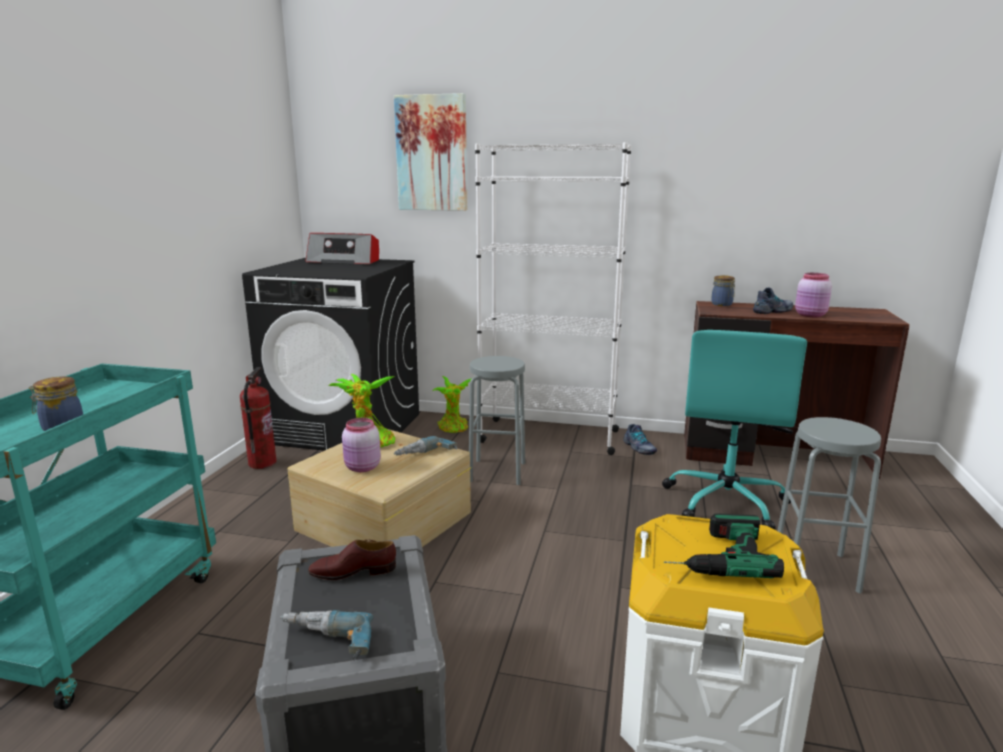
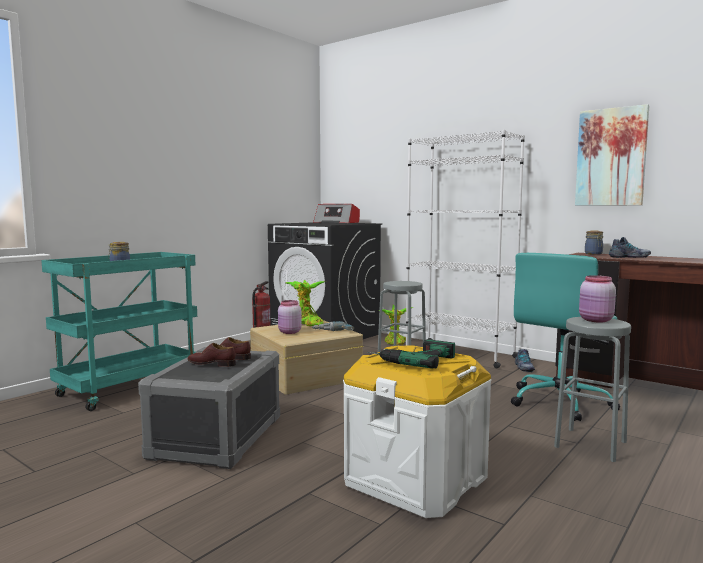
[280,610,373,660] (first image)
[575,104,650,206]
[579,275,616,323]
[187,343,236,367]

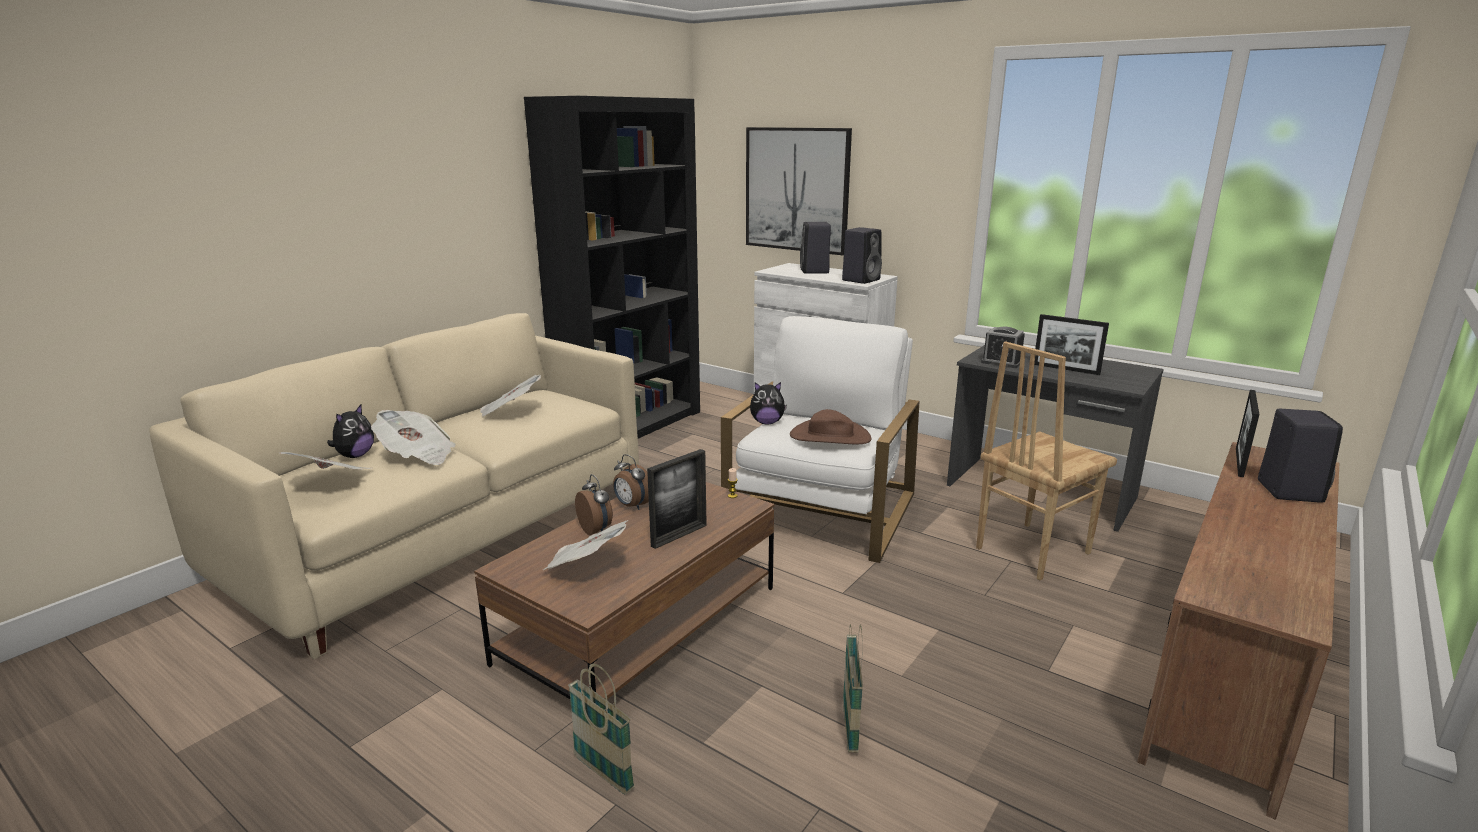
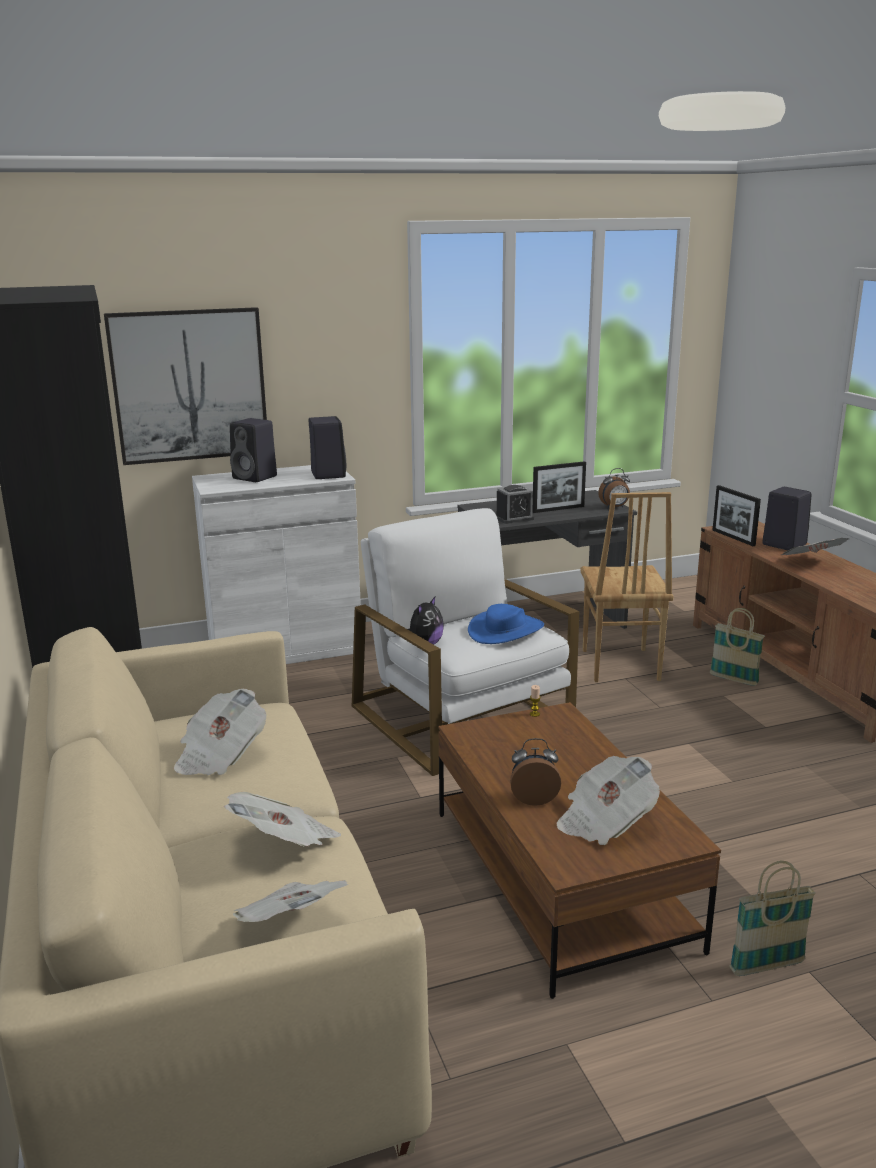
[327,405,374,458] (first image)
[598,468,630,508]
[647,449,707,549] (first image)
[468,604,544,644]
[710,608,765,686]
[781,538,849,555]

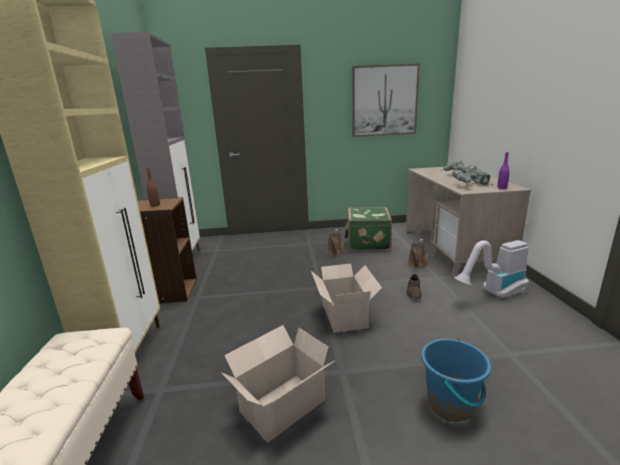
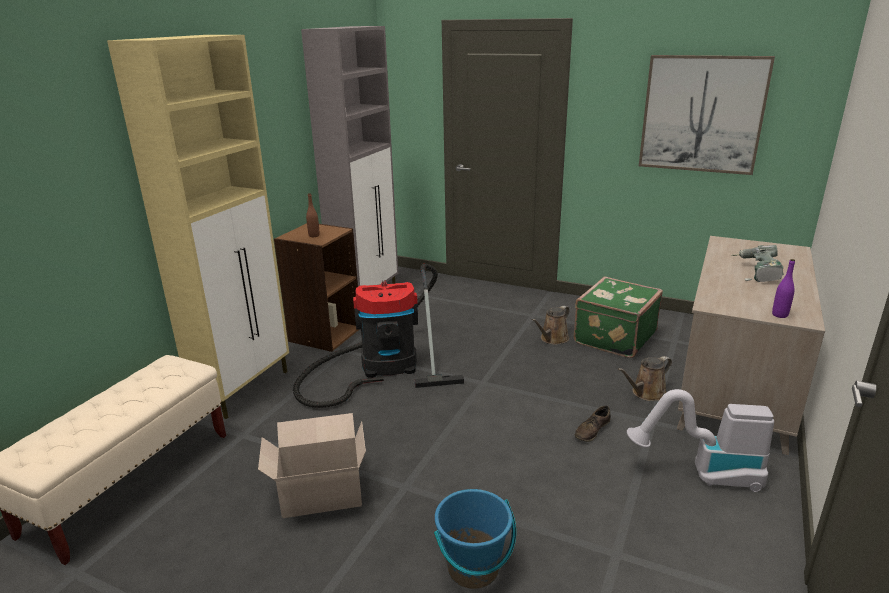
[311,264,382,333] (first image)
[452,169,493,185] (first image)
[293,264,464,408]

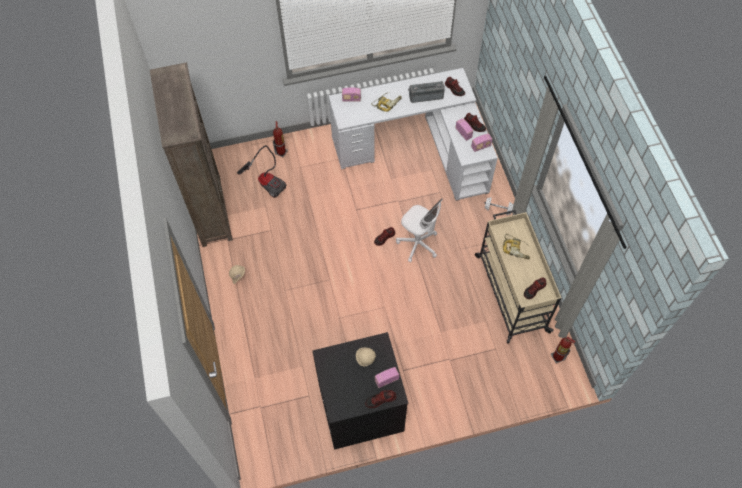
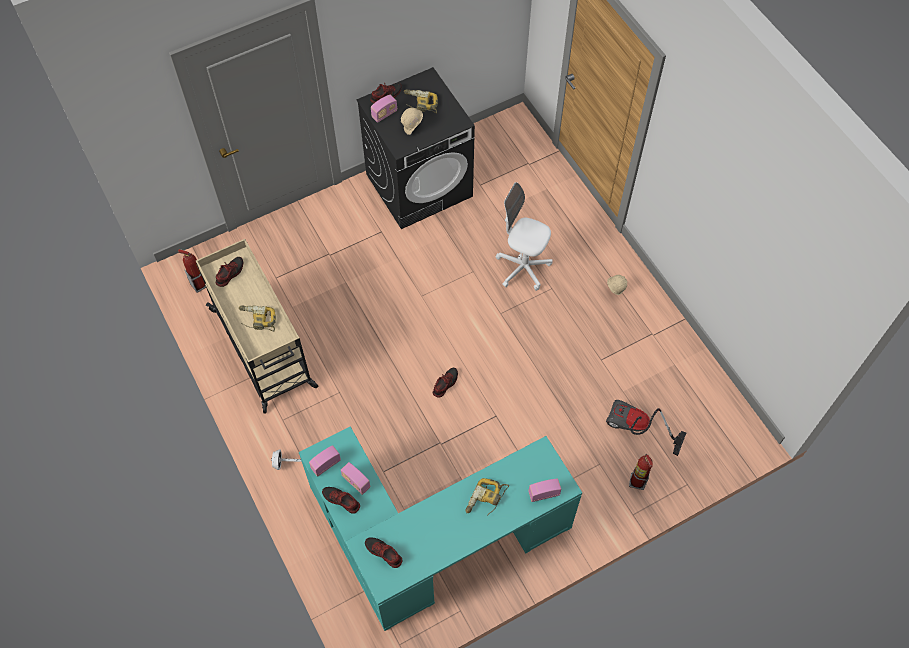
[150,63,233,247] (first image)
[299,426,583,631]
[496,182,553,291]
[408,81,445,103] (first image)
[404,89,438,113]

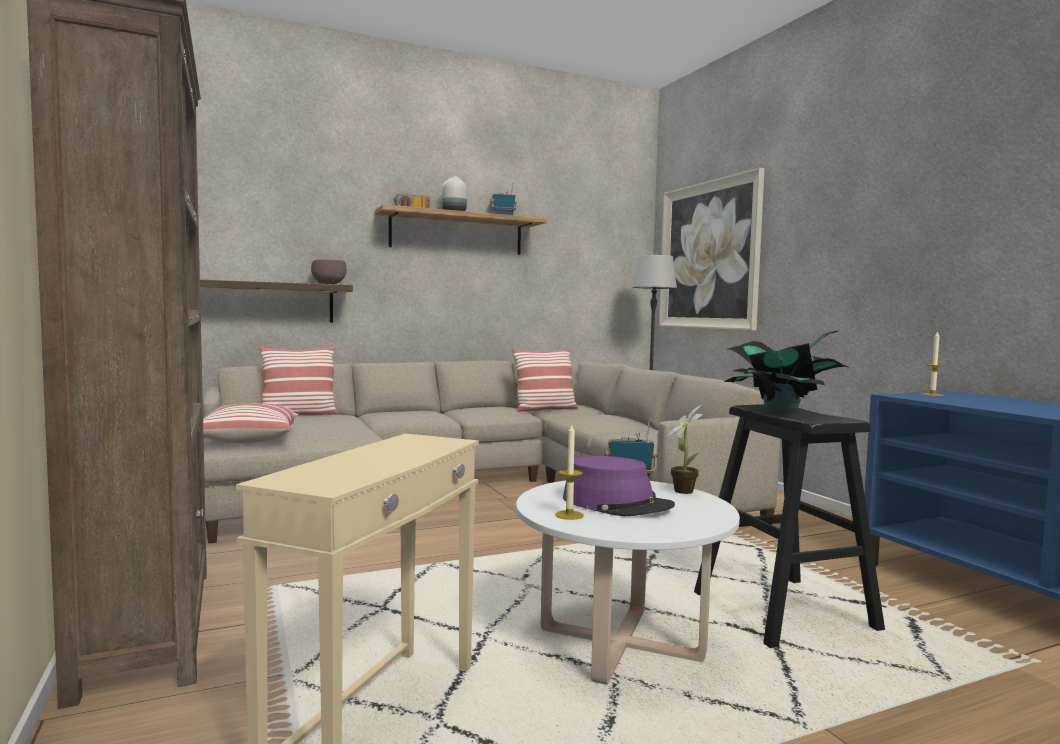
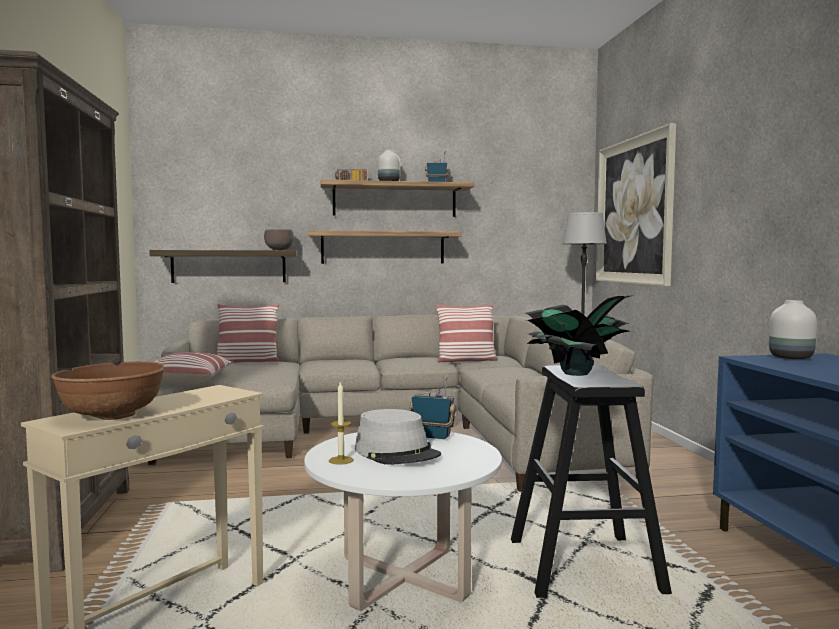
[355,409,441,465]
[666,405,703,494] (first image)
[769,300,817,359]
[51,361,164,420]
[308,231,462,264]

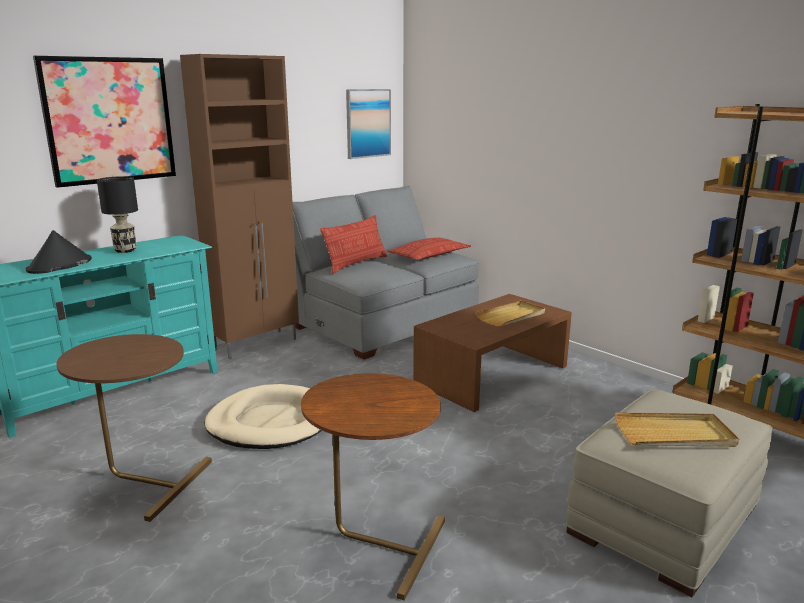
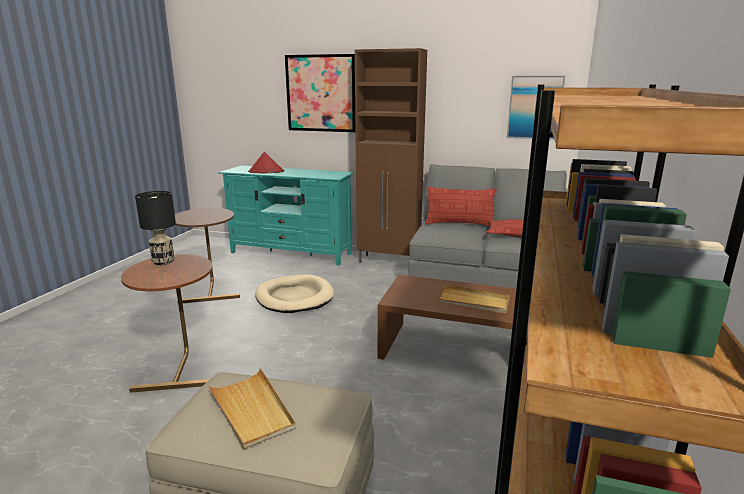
[248,152,284,173]
[135,191,176,265]

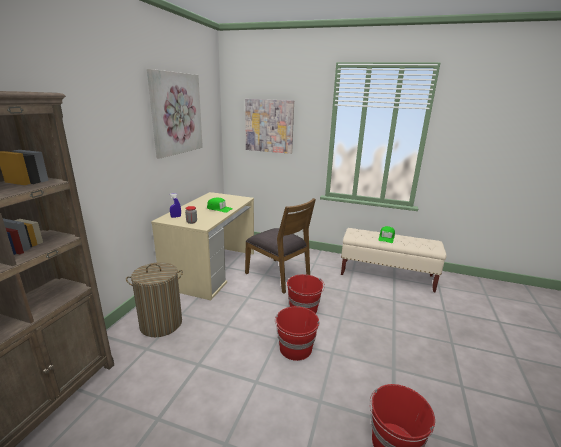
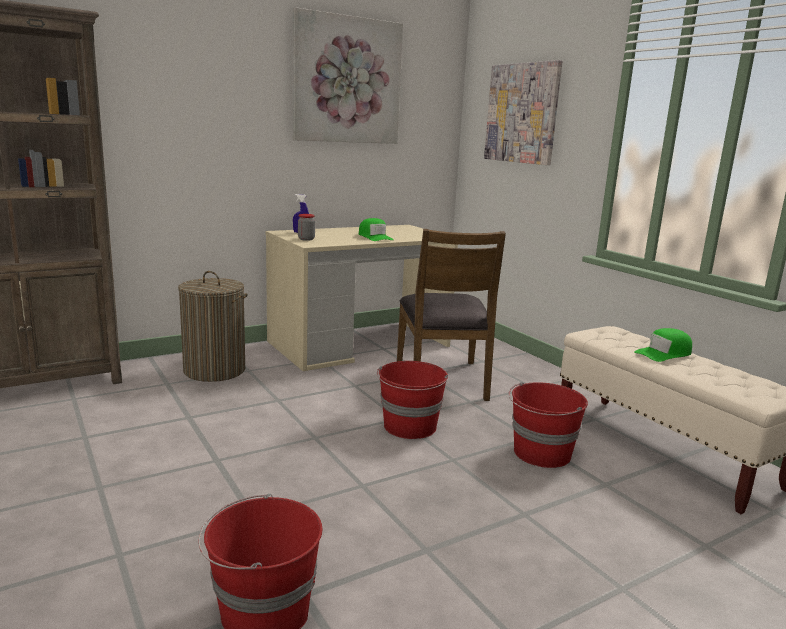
[509,382,588,468]

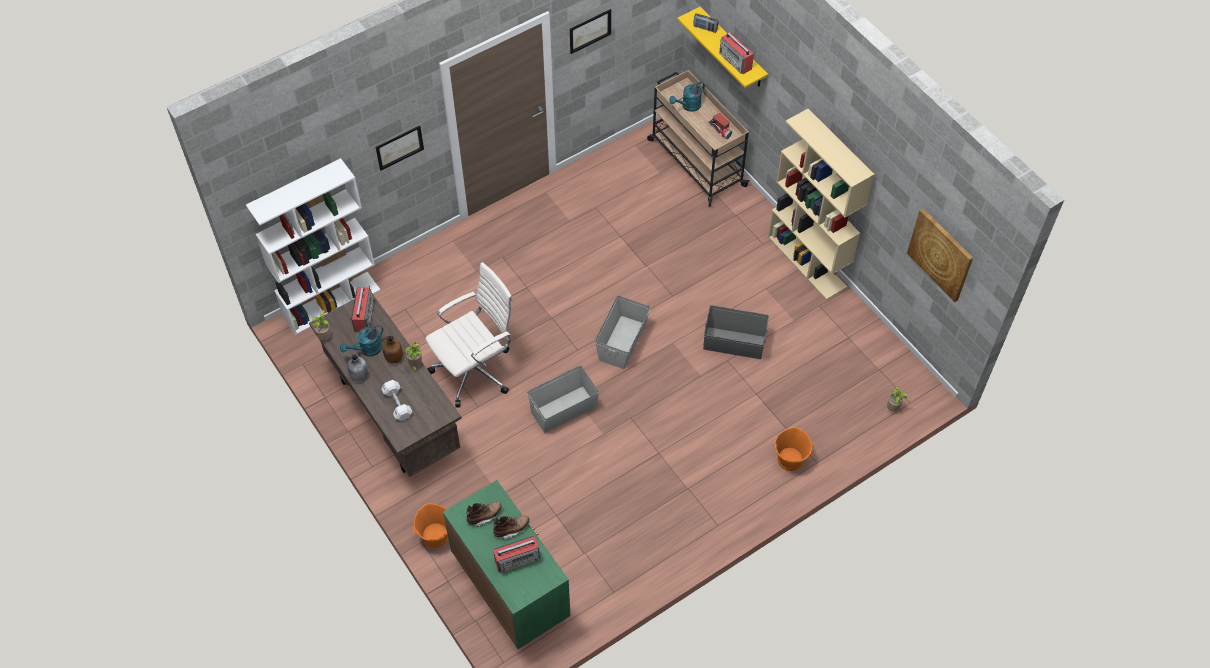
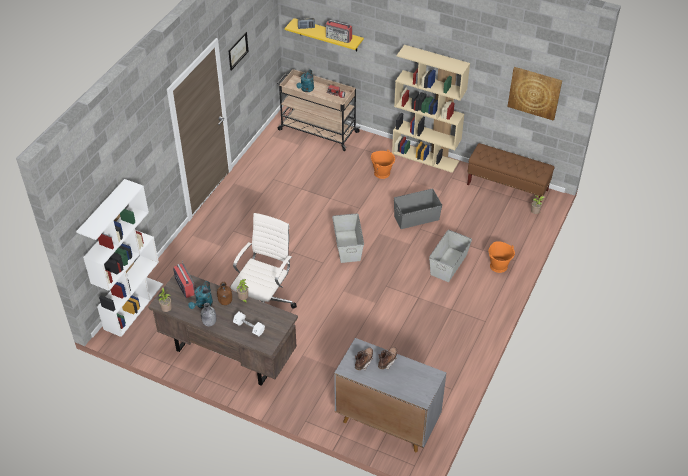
[376,125,424,171] (first image)
[371,150,395,179]
[334,338,446,452]
[493,536,540,573] (first image)
[429,230,472,282]
[467,143,554,202]

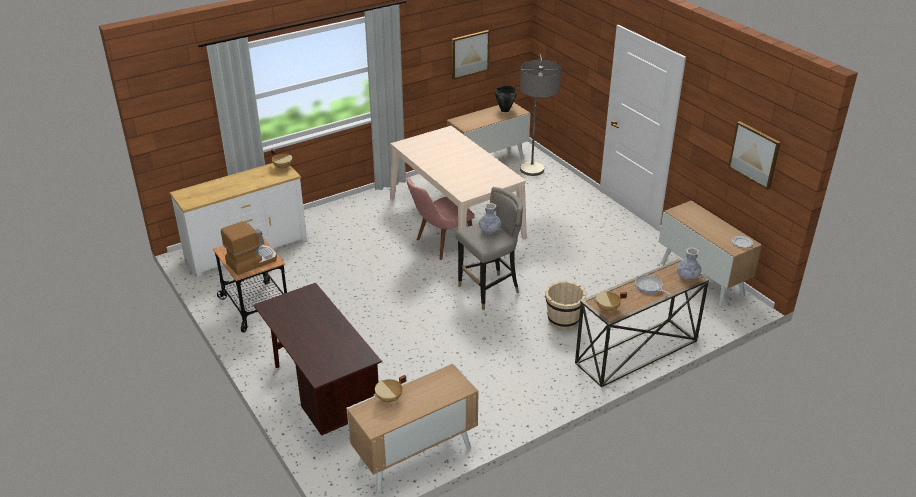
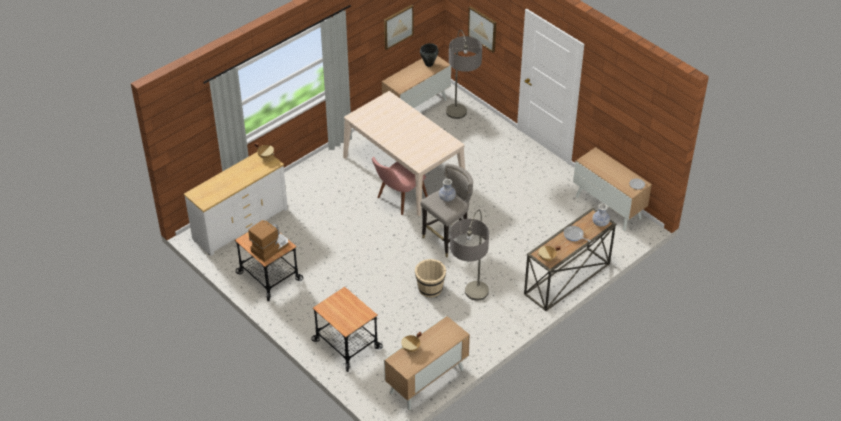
[311,287,383,372]
[415,259,446,298]
[468,6,496,52]
[450,210,489,300]

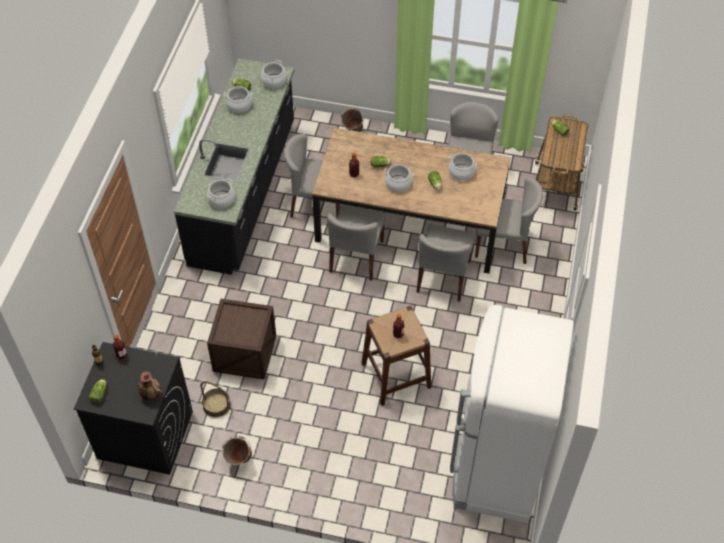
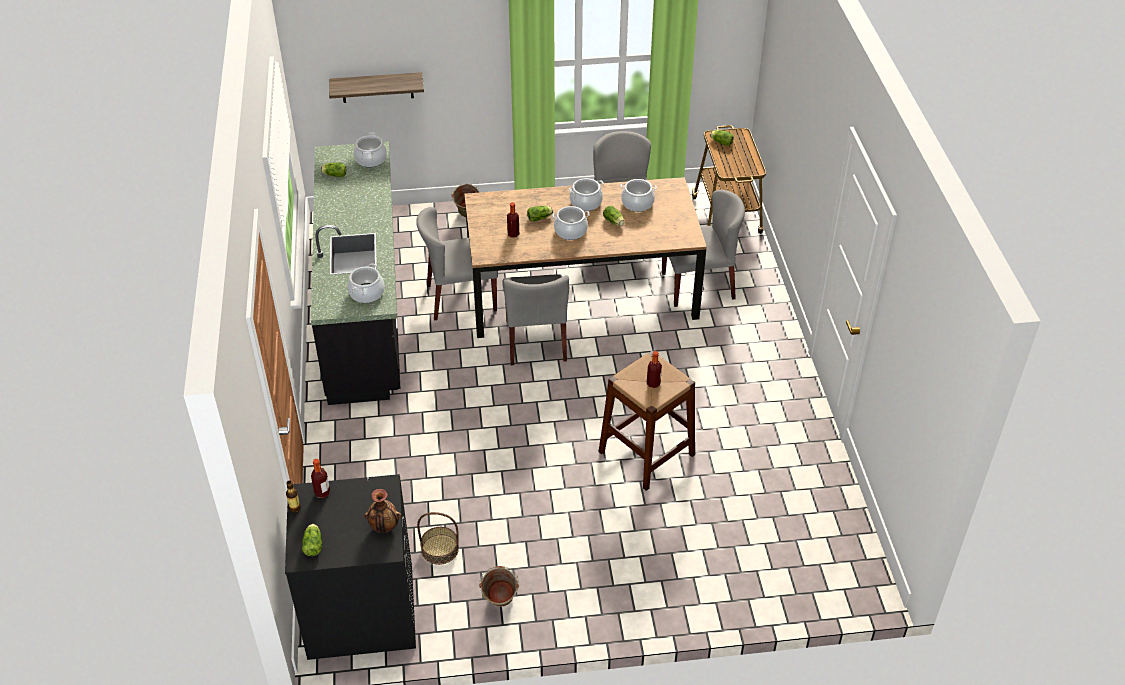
[207,299,276,380] (first image)
[569,178,604,211]
[416,224,476,302] (first image)
[450,305,574,523] (first image)
[329,72,424,103]

